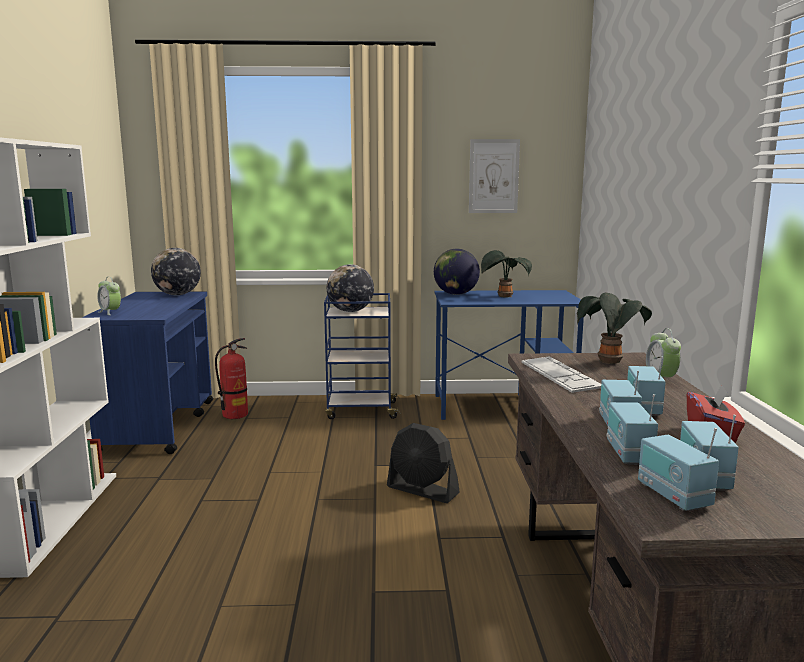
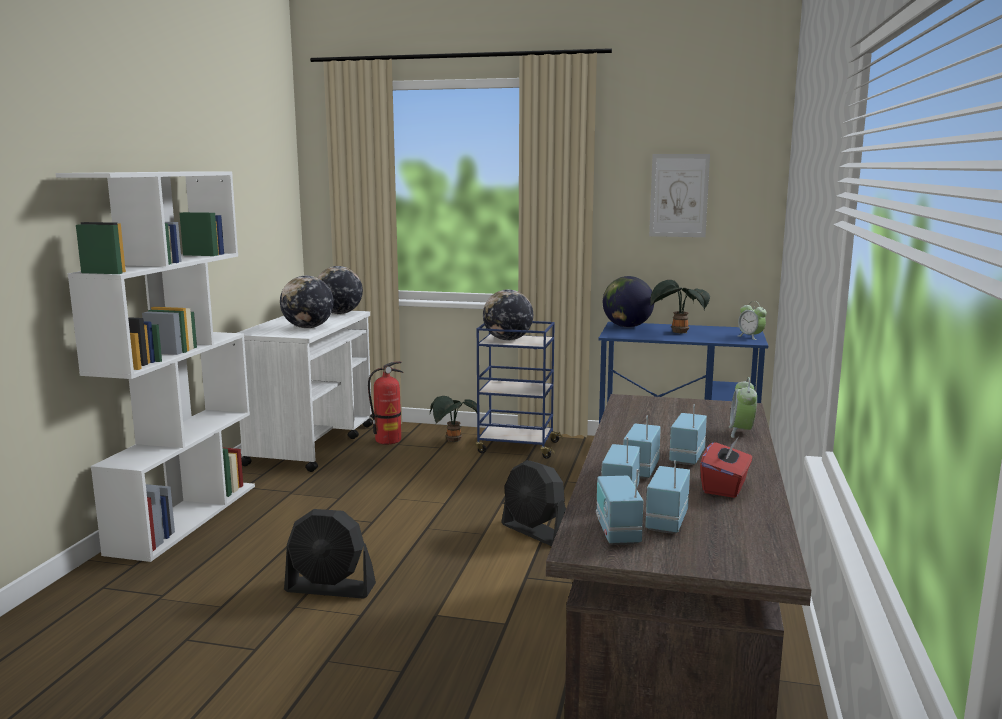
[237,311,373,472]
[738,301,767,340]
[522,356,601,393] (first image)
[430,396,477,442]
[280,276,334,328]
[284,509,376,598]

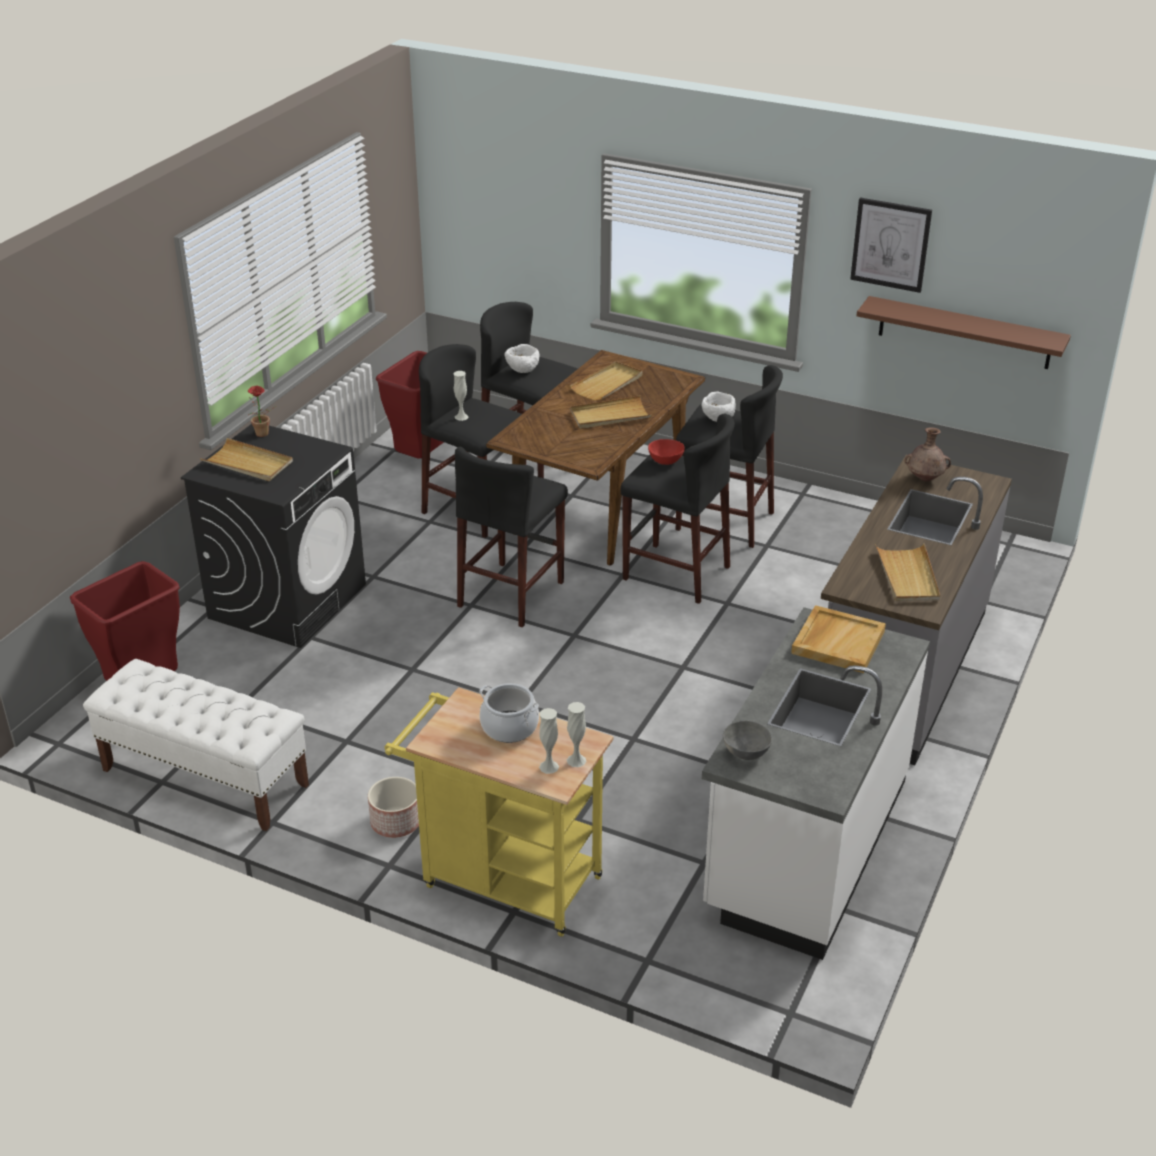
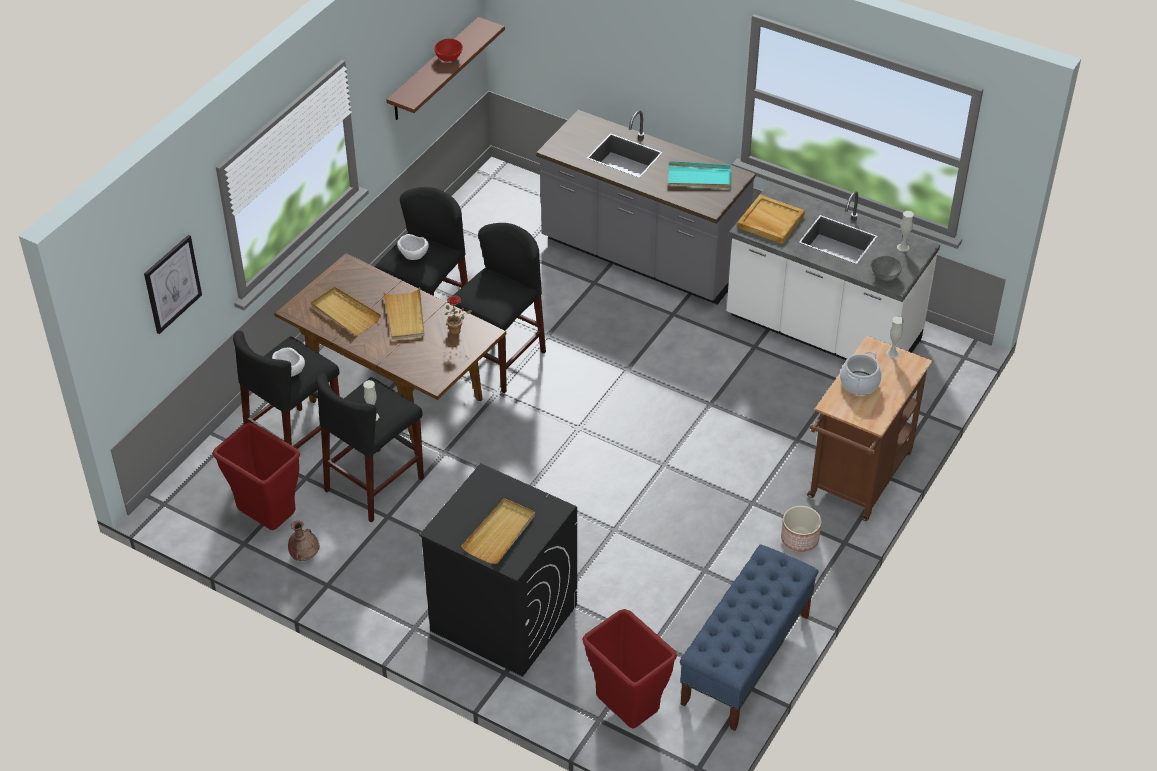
[680,544,819,731]
[445,295,472,335]
[807,336,932,521]
[455,447,568,627] (first image)
[897,211,914,252]
[434,39,463,62]
[144,235,202,334]
[668,161,731,188]
[288,521,320,561]

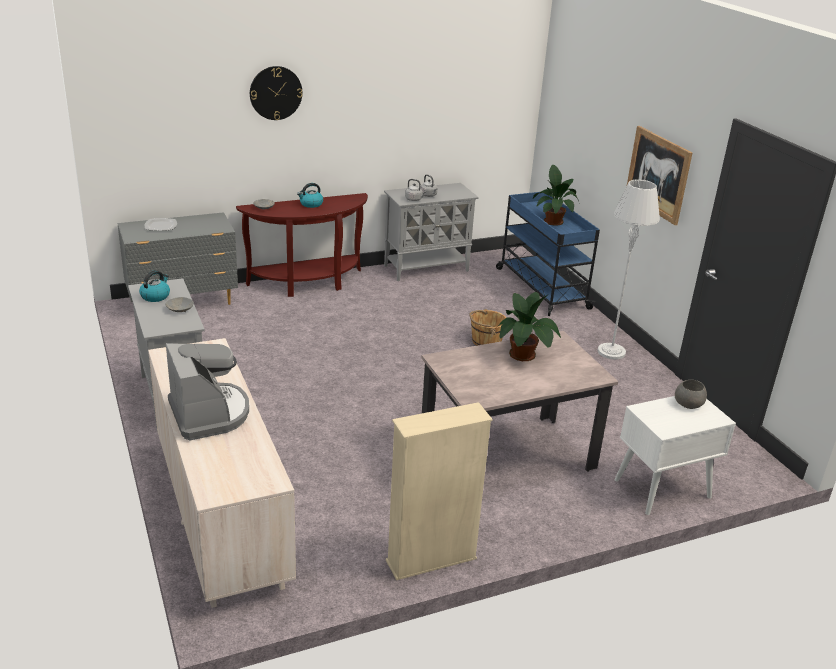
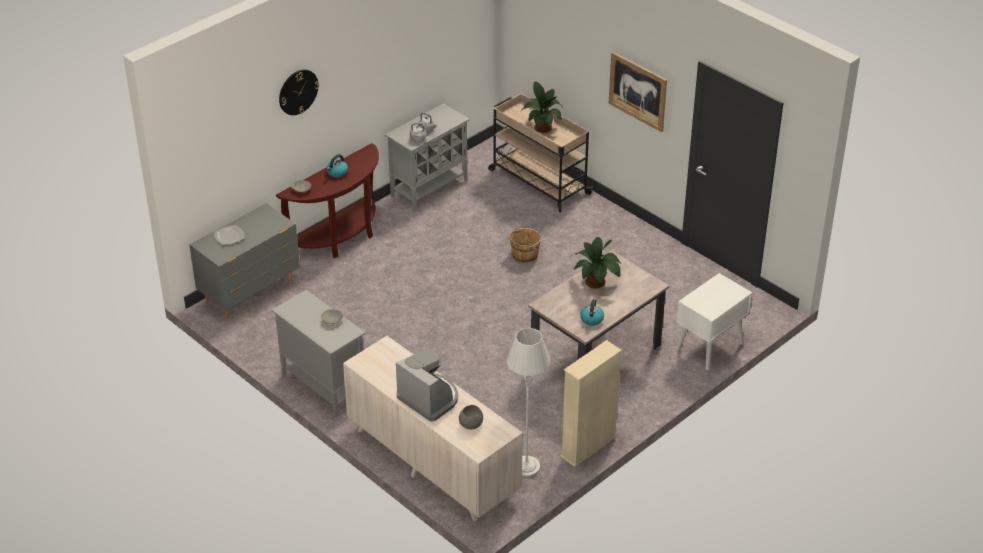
[580,299,604,326]
[488,94,593,212]
[507,328,550,477]
[459,405,483,429]

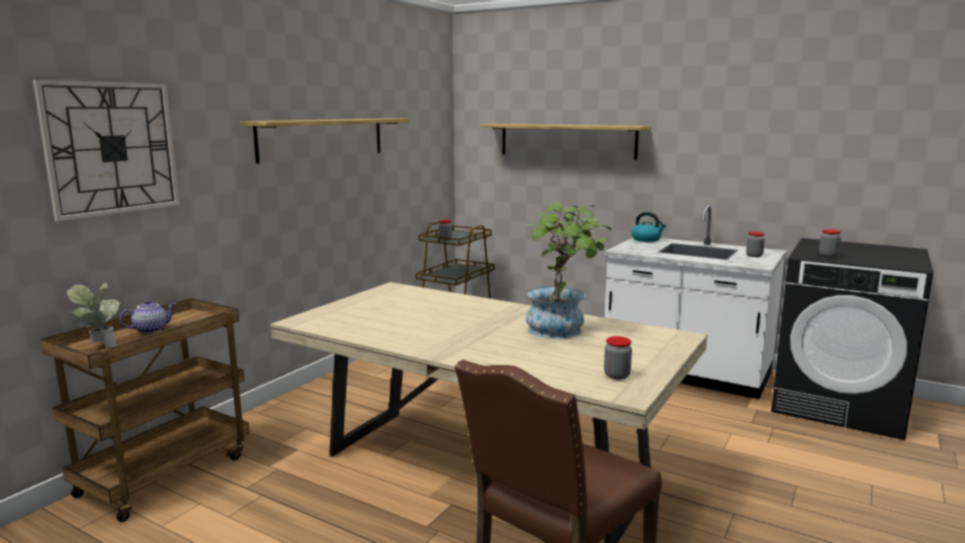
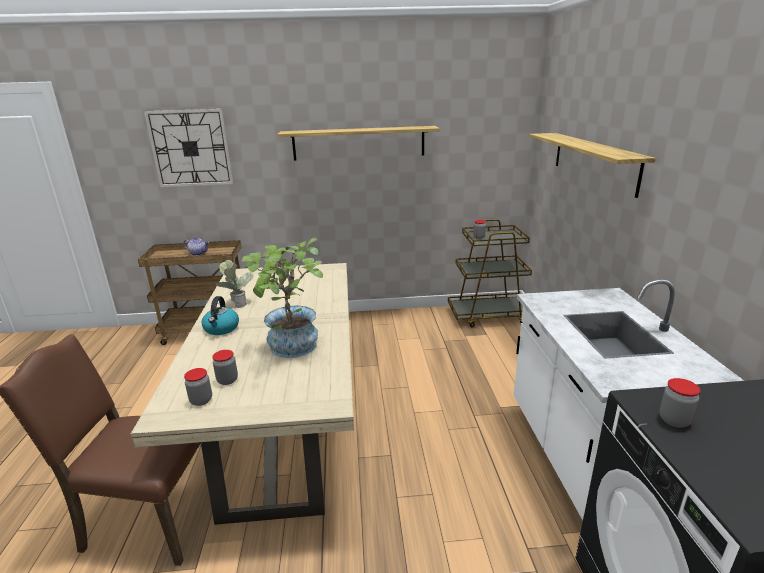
[215,260,254,308]
[202,296,239,335]
[212,350,238,385]

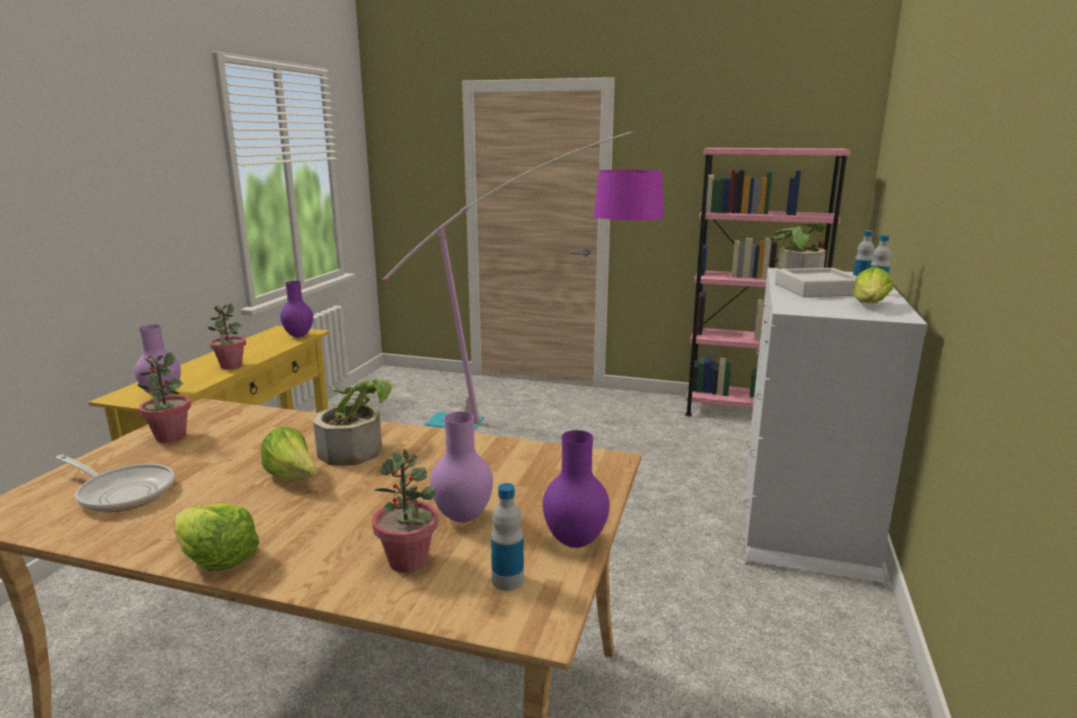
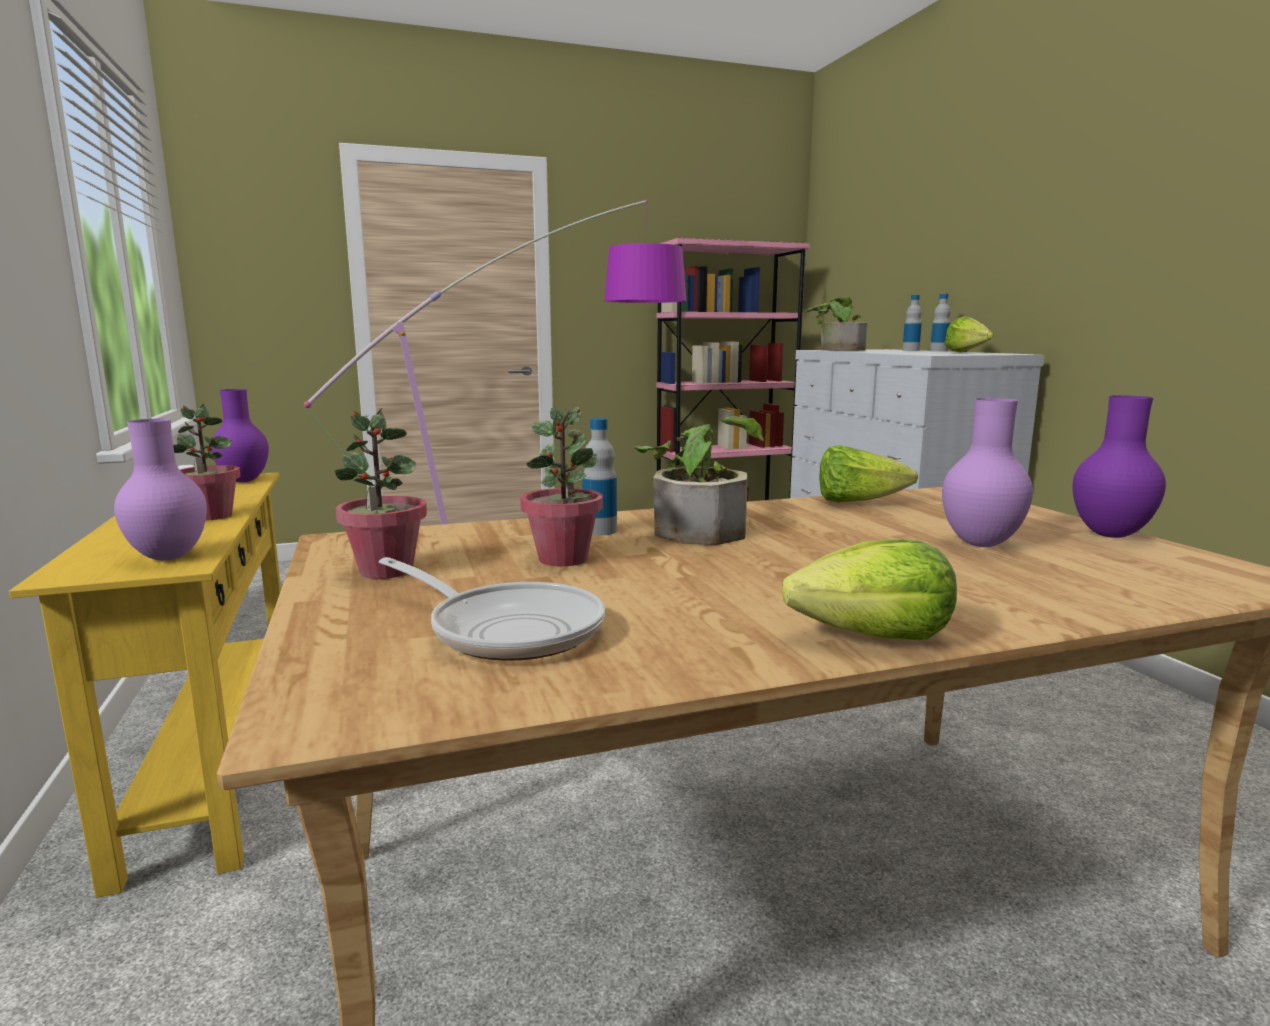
[379,557,605,661]
[819,445,918,503]
[520,406,603,567]
[582,418,617,536]
[775,268,857,297] (first image)

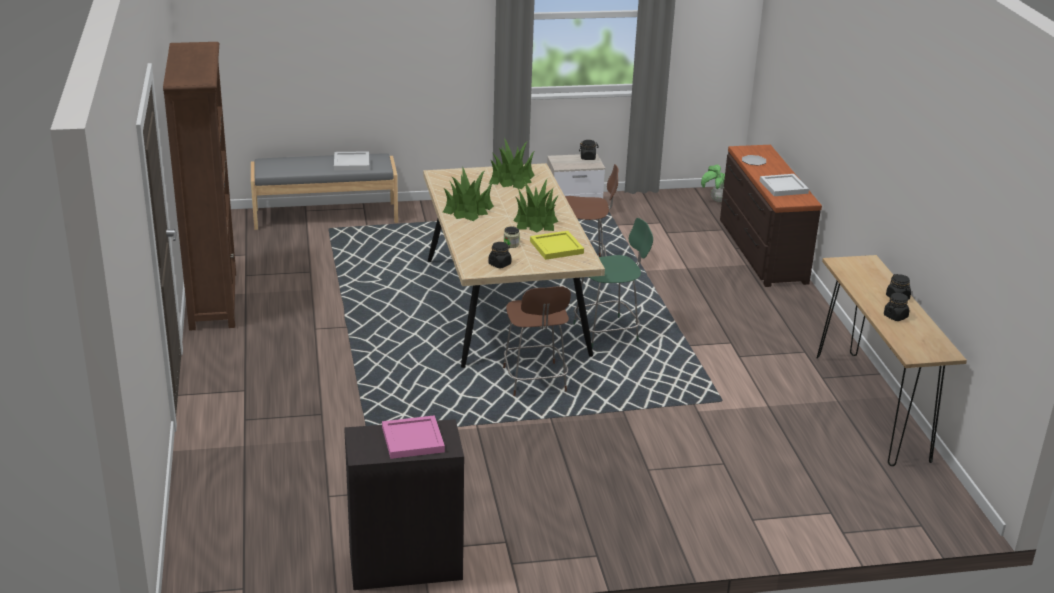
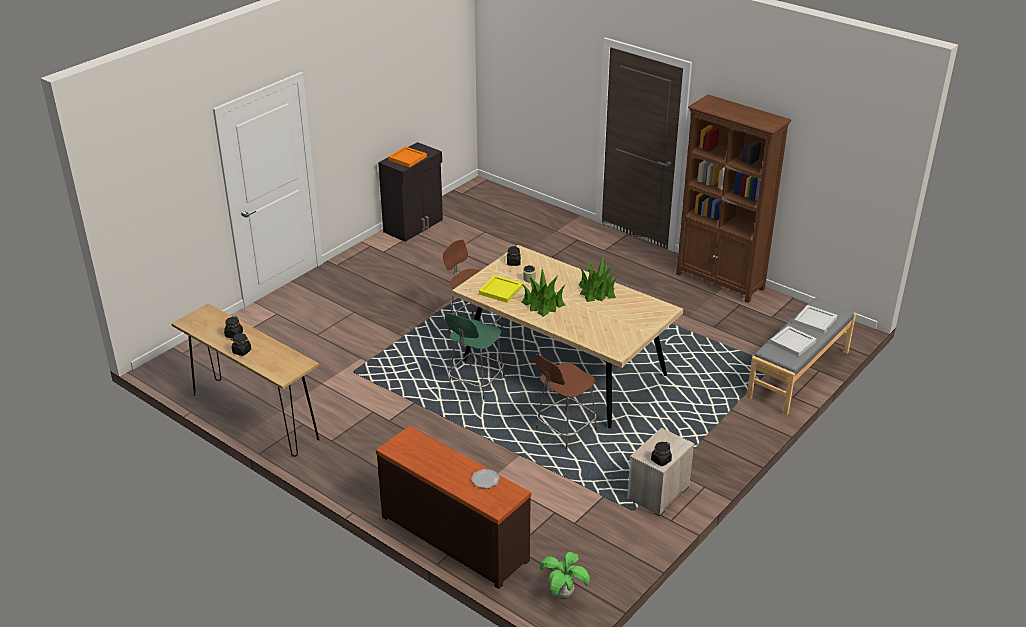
[388,146,427,167]
[489,138,535,189] (first image)
[794,305,837,334]

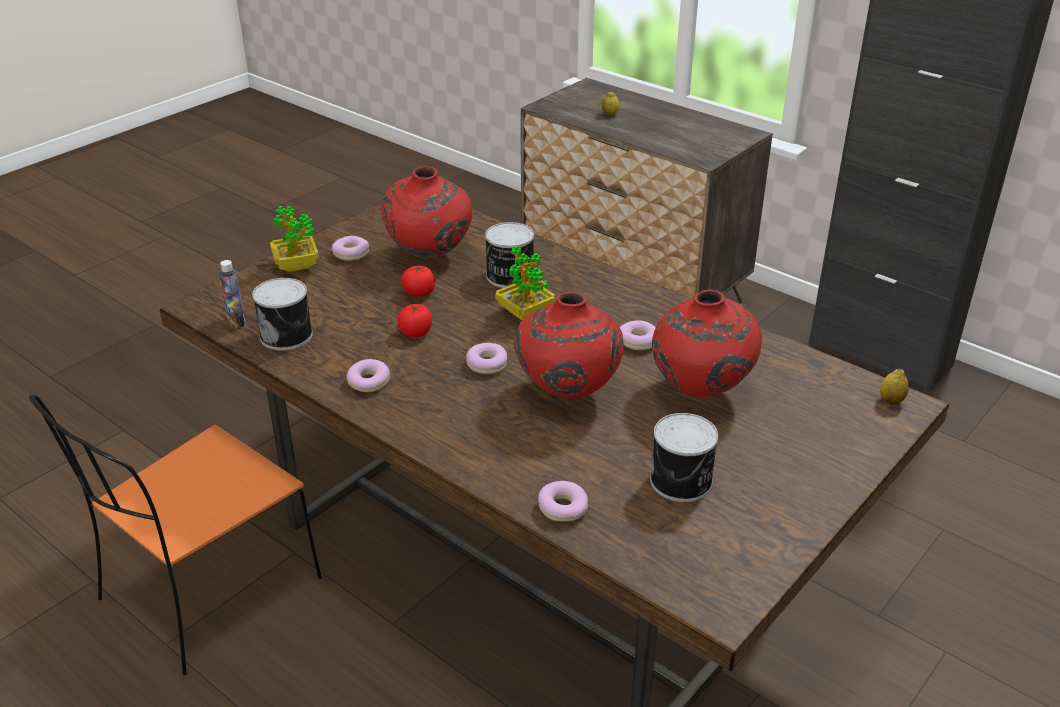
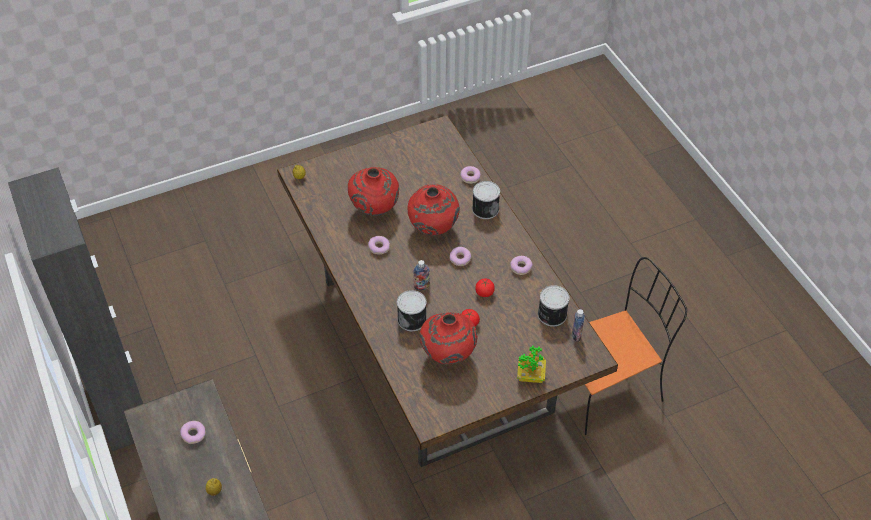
[180,421,206,444]
[413,260,430,290]
[472,181,500,219]

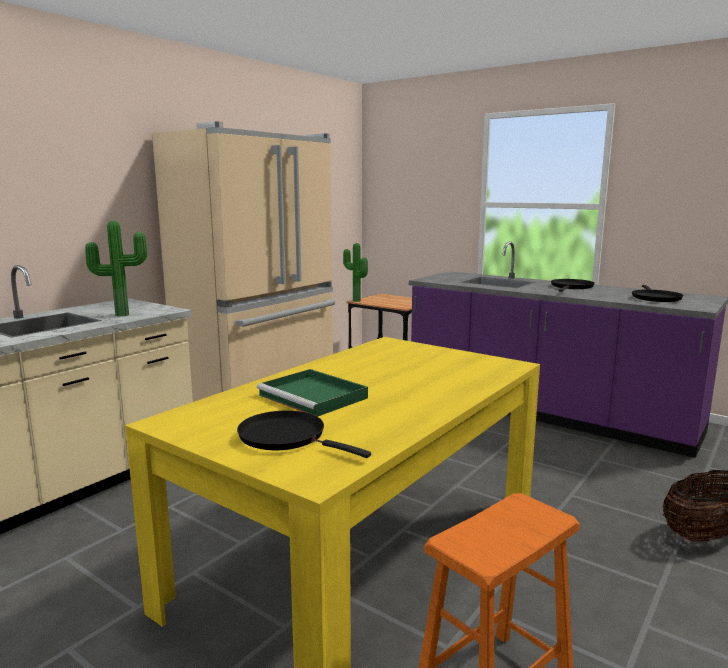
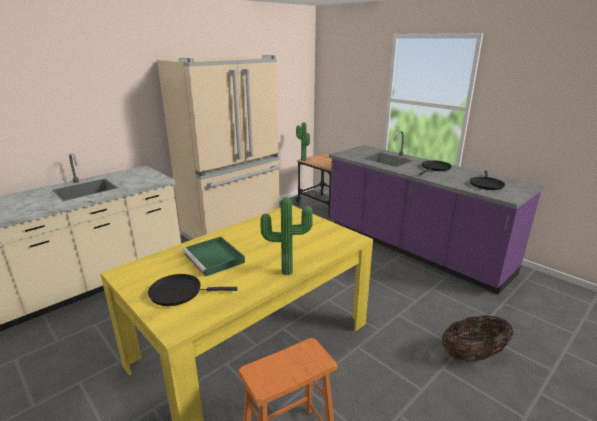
[261,197,313,275]
[148,274,238,306]

